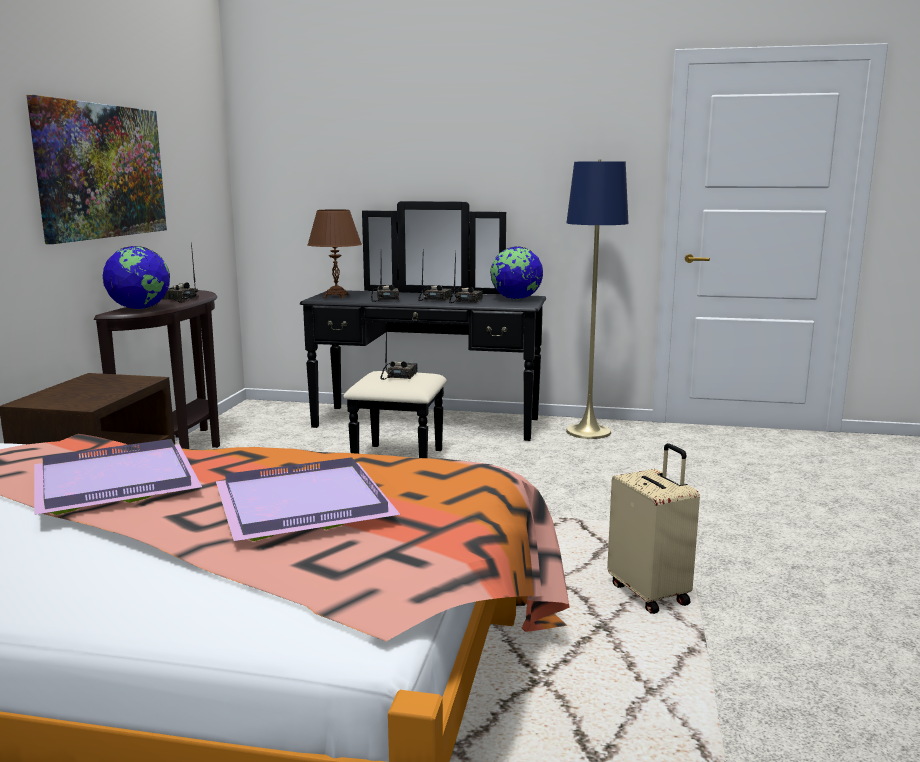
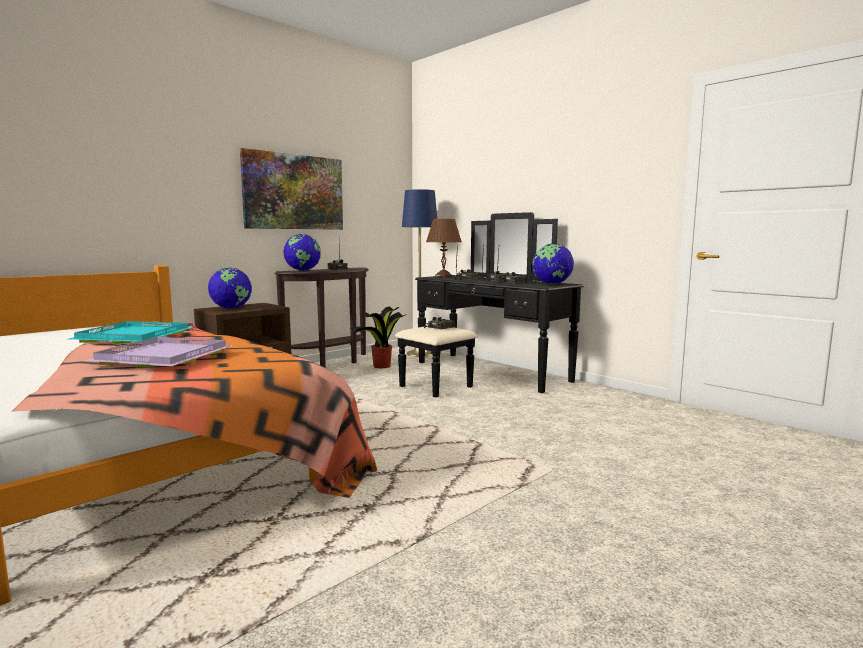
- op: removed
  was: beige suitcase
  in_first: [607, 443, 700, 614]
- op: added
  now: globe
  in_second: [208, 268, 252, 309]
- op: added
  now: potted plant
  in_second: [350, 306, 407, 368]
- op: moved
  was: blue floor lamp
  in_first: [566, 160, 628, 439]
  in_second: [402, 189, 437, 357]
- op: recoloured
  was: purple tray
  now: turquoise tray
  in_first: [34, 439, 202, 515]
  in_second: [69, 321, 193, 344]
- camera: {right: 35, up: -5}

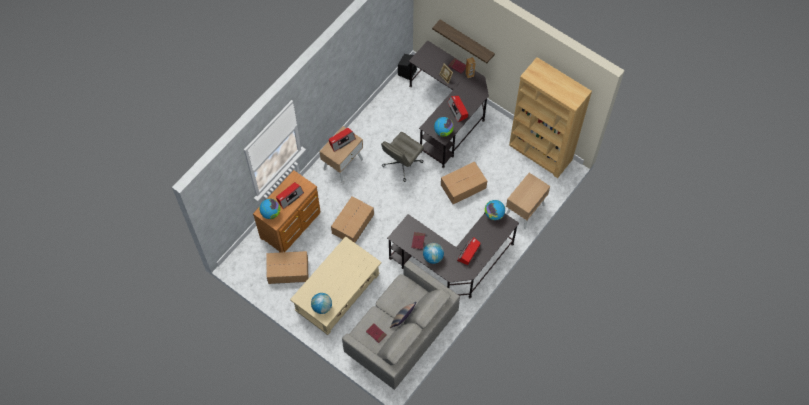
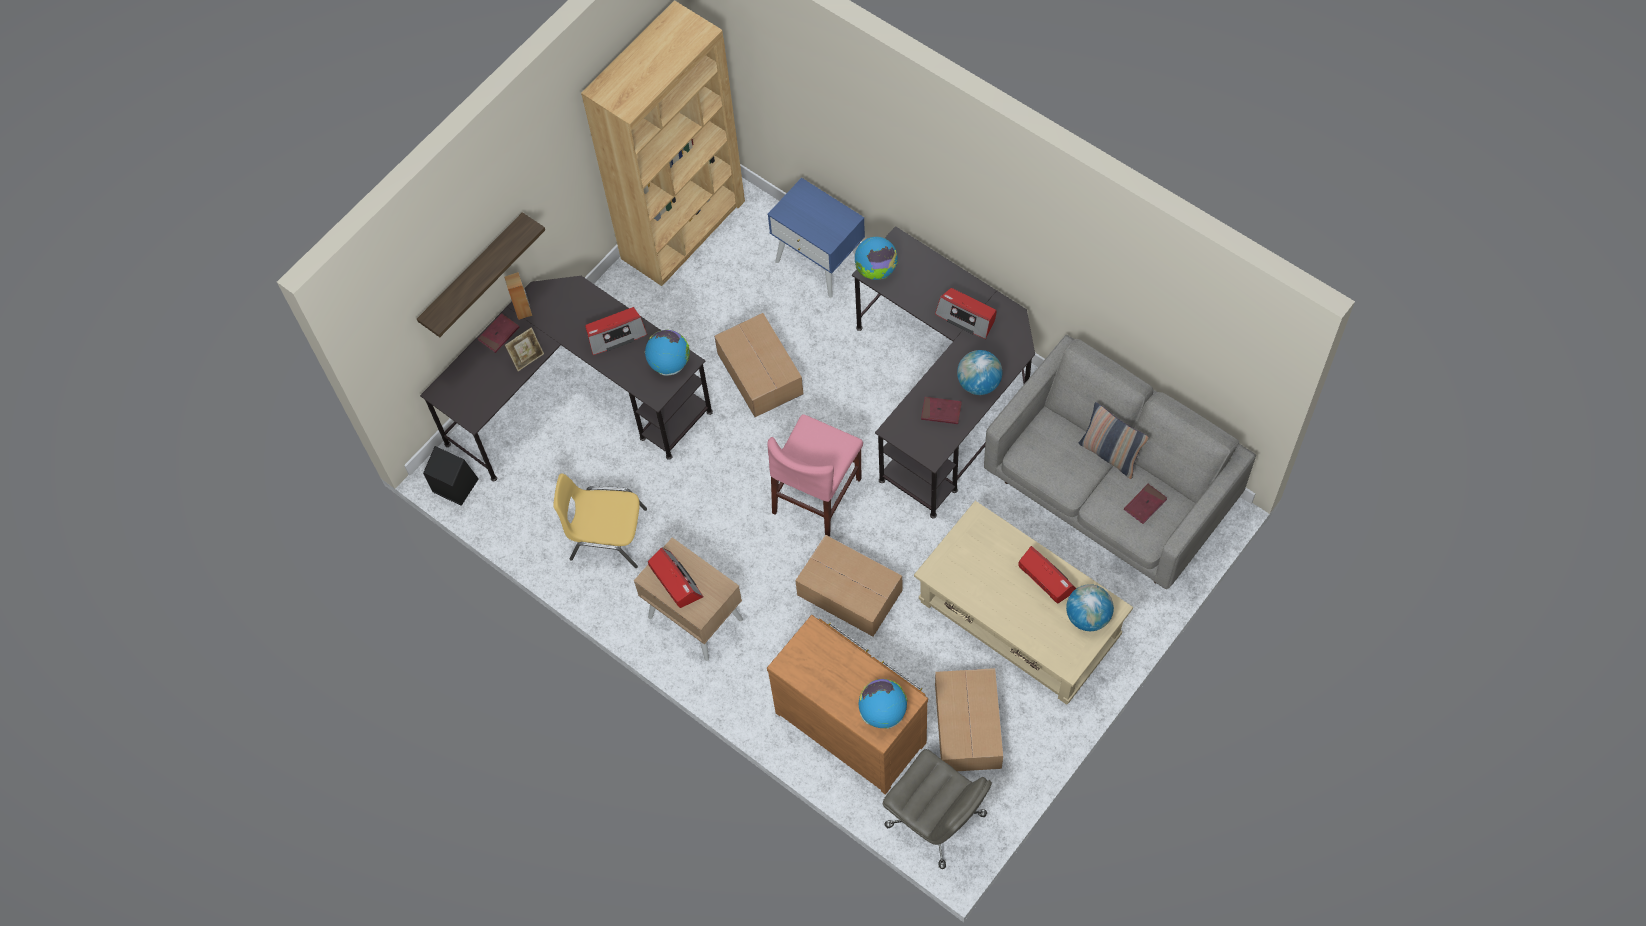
- op: added
  now: yellow chair
  in_second: [553, 474, 647, 568]
- op: added
  now: pink chair
  in_second: [767, 414, 863, 537]
- op: moved
  was: radio
  in_first: [276, 182, 304, 209]
  in_second: [1018, 546, 1076, 604]
- op: moved
  was: grey office chair
  in_first: [381, 132, 424, 182]
  in_second: [883, 749, 992, 869]
- op: recoloured
  was: beige nightstand
  now: blue nightstand
  in_first: [506, 173, 550, 229]
  in_second: [768, 178, 865, 298]
- camera: {right: -85, up: 0}

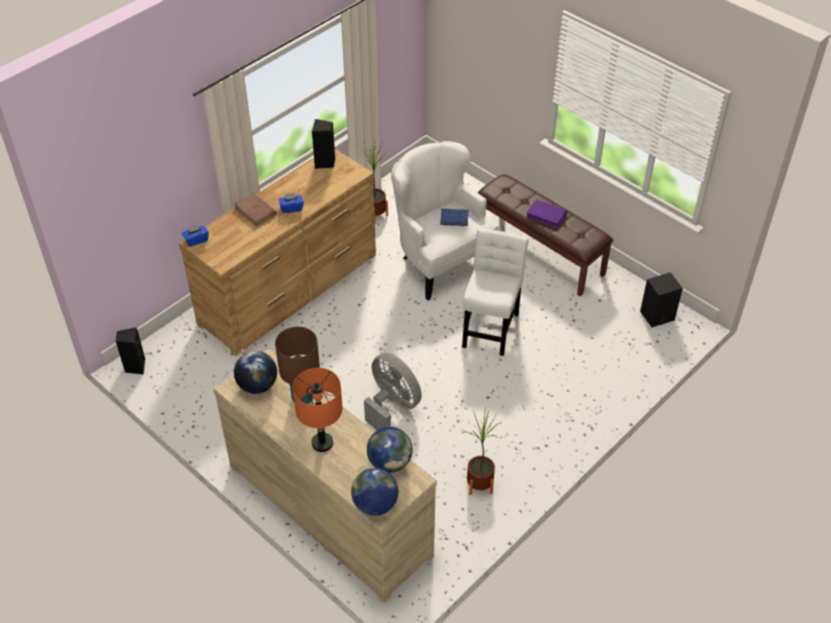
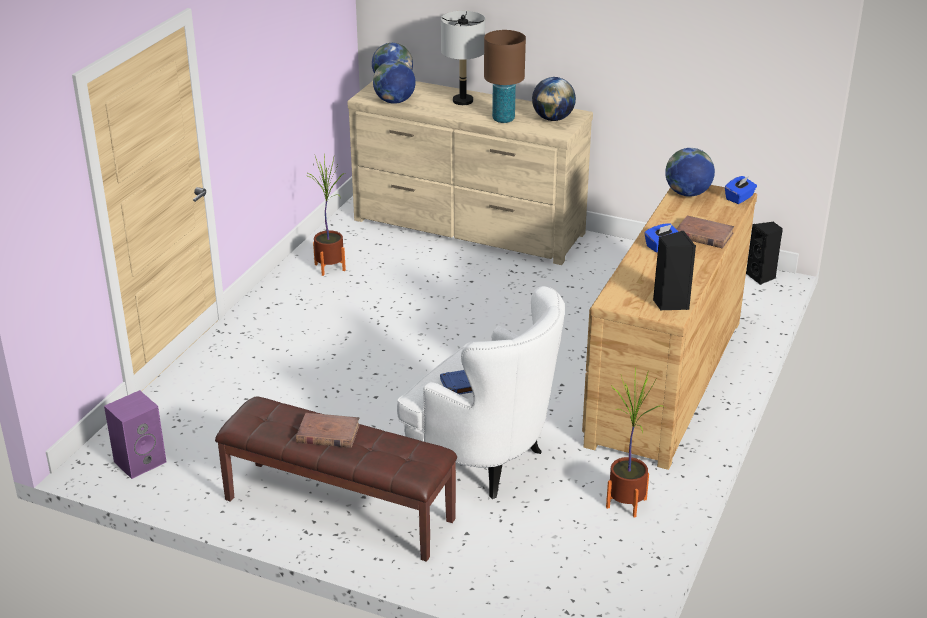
- op: removed
  was: grey fan
  in_first: [364, 353, 422, 430]
- op: removed
  was: white chair
  in_first: [462, 229, 529, 356]
- op: added
  now: globe
  in_second: [665, 148, 715, 197]
- op: recoloured
  was: orange table lamp
  now: grey table lamp
  in_first: [293, 368, 342, 452]
  in_second: [441, 11, 485, 105]
- op: recoloured
  was: purple book
  now: brown book
  in_first: [526, 199, 567, 228]
  in_second: [296, 413, 360, 448]
- op: recoloured
  was: black speaker
  now: purple speaker
  in_first: [640, 272, 683, 327]
  in_second: [104, 390, 167, 479]
- camera: {right: 160, up: -15}

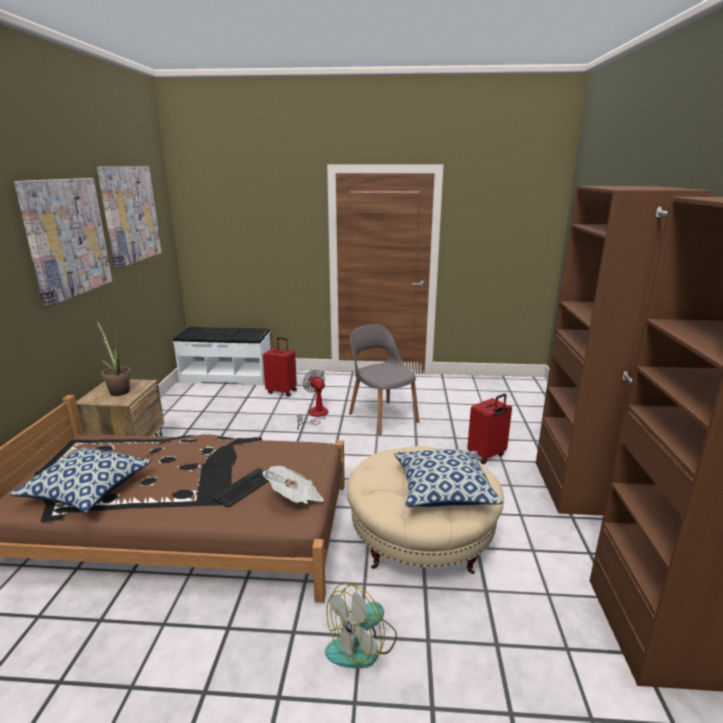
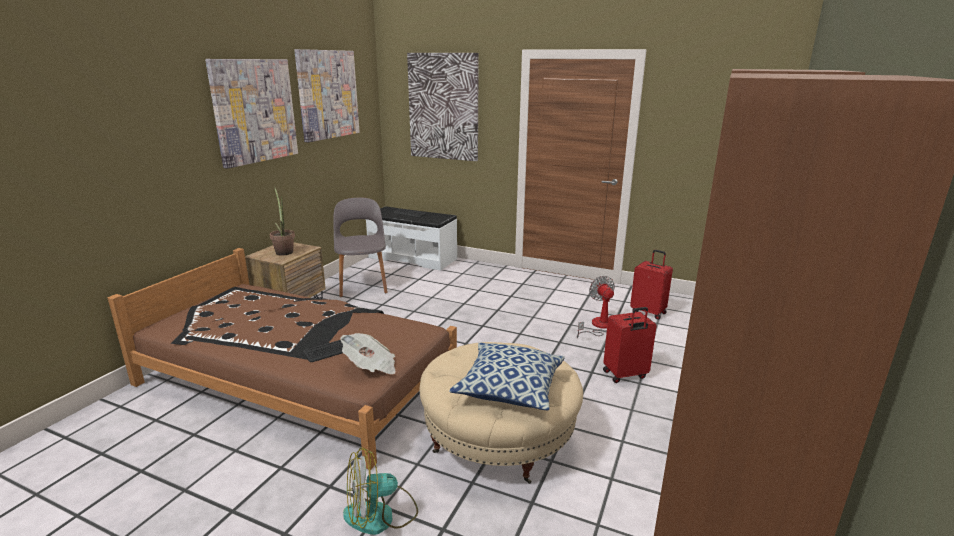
- op: removed
  was: pillow
  in_first: [9, 447, 151, 513]
- op: added
  now: picture
  in_second: [407, 53, 479, 161]
- op: moved
  was: red suitcase
  in_first: [263, 337, 297, 397]
  in_second: [630, 250, 673, 320]
- op: moved
  was: fan
  in_first: [297, 370, 328, 430]
  in_second: [577, 276, 615, 339]
- op: moved
  was: grey chair
  in_first: [349, 324, 419, 435]
  in_second: [334, 198, 388, 297]
- camera: {right: 20, up: 0}

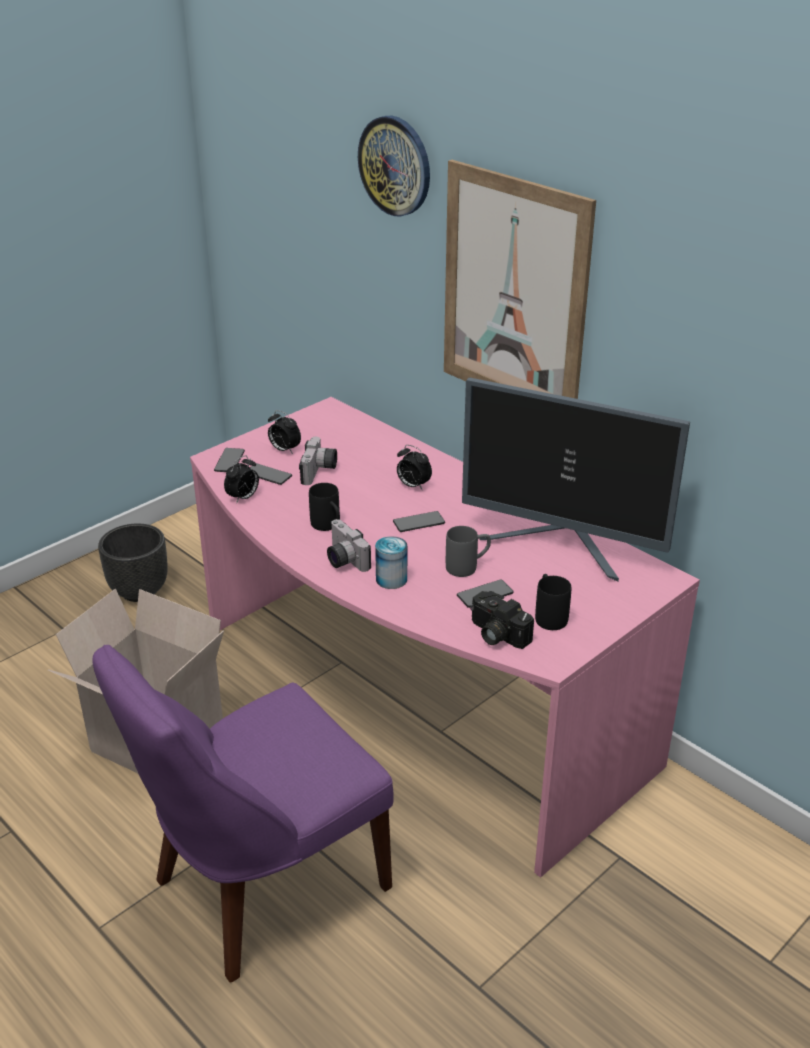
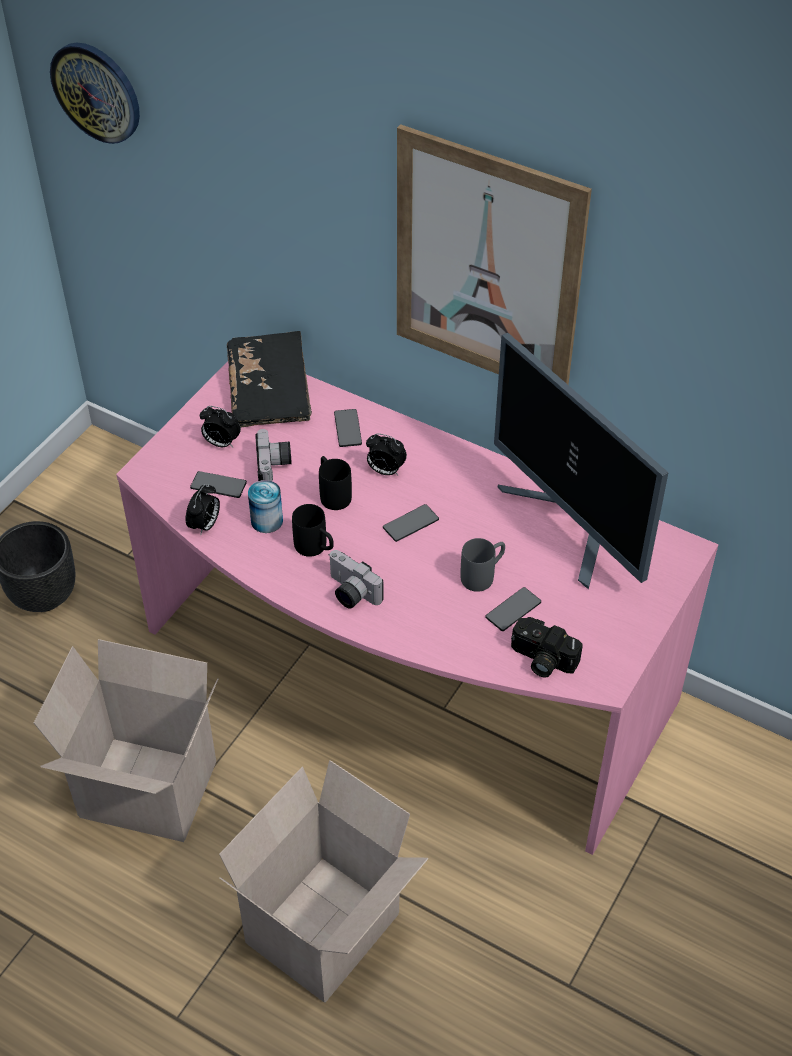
- op: added
  now: black book
  in_second: [227, 331, 312, 427]
- op: moved
  was: phone
  in_first: [214, 448, 245, 472]
  in_second: [334, 409, 362, 447]
- op: moved
  was: wall clock
  in_first: [358, 116, 430, 216]
  in_second: [50, 43, 140, 144]
- op: moved
  was: can
  in_first: [375, 536, 407, 589]
  in_second: [248, 480, 283, 533]
- op: moved
  was: black mug
  in_first: [535, 574, 571, 630]
  in_second: [319, 456, 352, 510]
- op: replaced
  was: purple chair
  now: cardboard box
  in_first: [92, 645, 394, 983]
  in_second: [219, 760, 429, 1003]
- op: turned
  was: monitor
  in_first: [462, 378, 690, 582]
  in_second: [494, 333, 668, 589]
  clockwise: 45
- camera: {right: -15, up: 15}

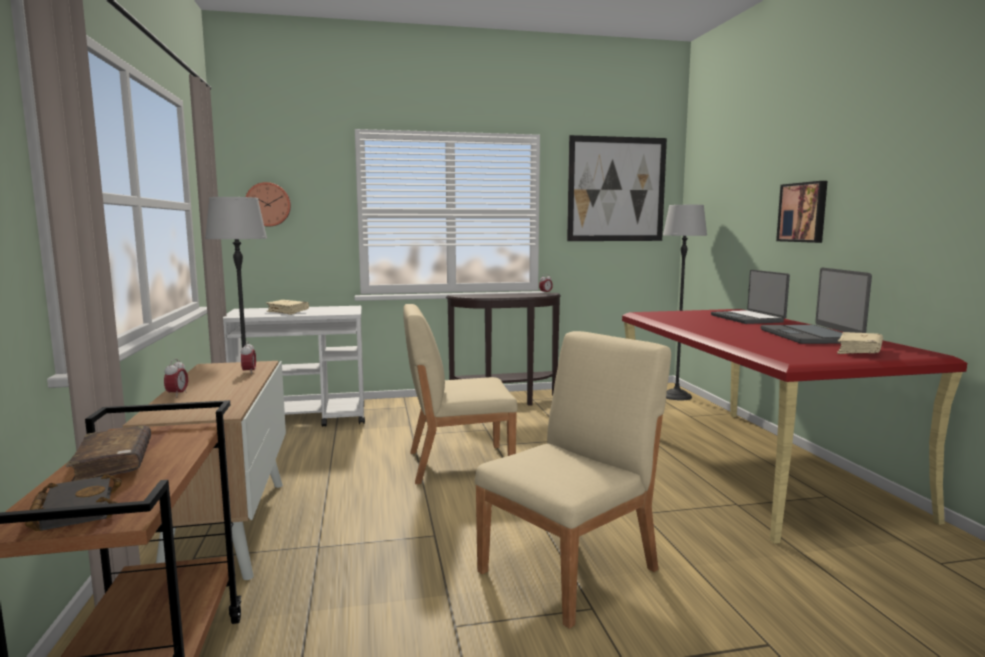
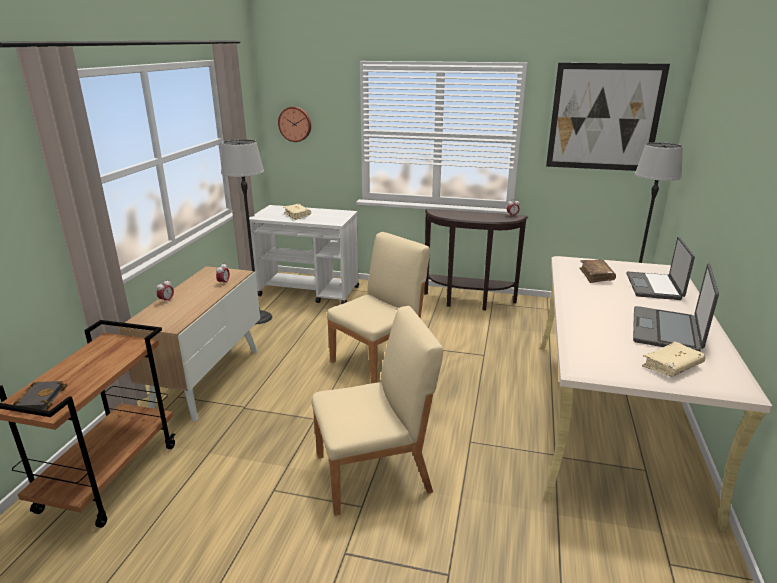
- op: removed
  was: picture
  in_first: [776, 181, 827, 243]
- op: moved
  was: brown book
  in_first: [65, 425, 151, 481]
  in_second: [580, 260, 616, 283]
- op: recoloured
  was: red desk
  now: beige desk
  in_first: [622, 309, 967, 544]
  in_second: [541, 256, 772, 531]
- op: turned
  was: beige chair
  in_first: [403, 304, 517, 484]
  in_second: [327, 232, 430, 384]
  clockwise: 120
- camera: {right: 25, up: 15}

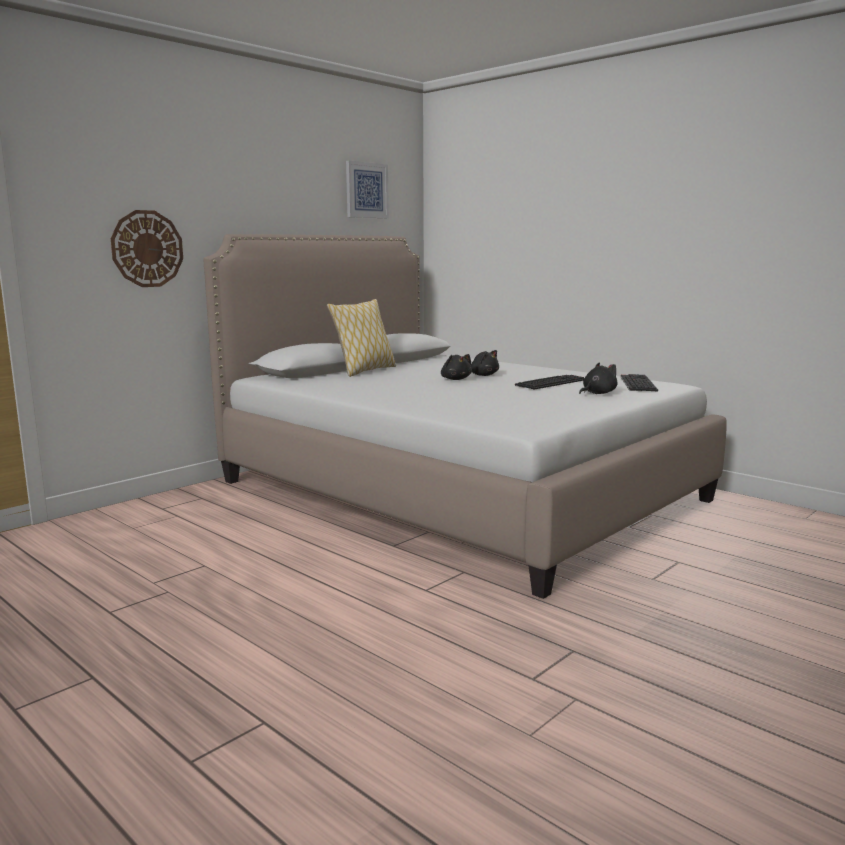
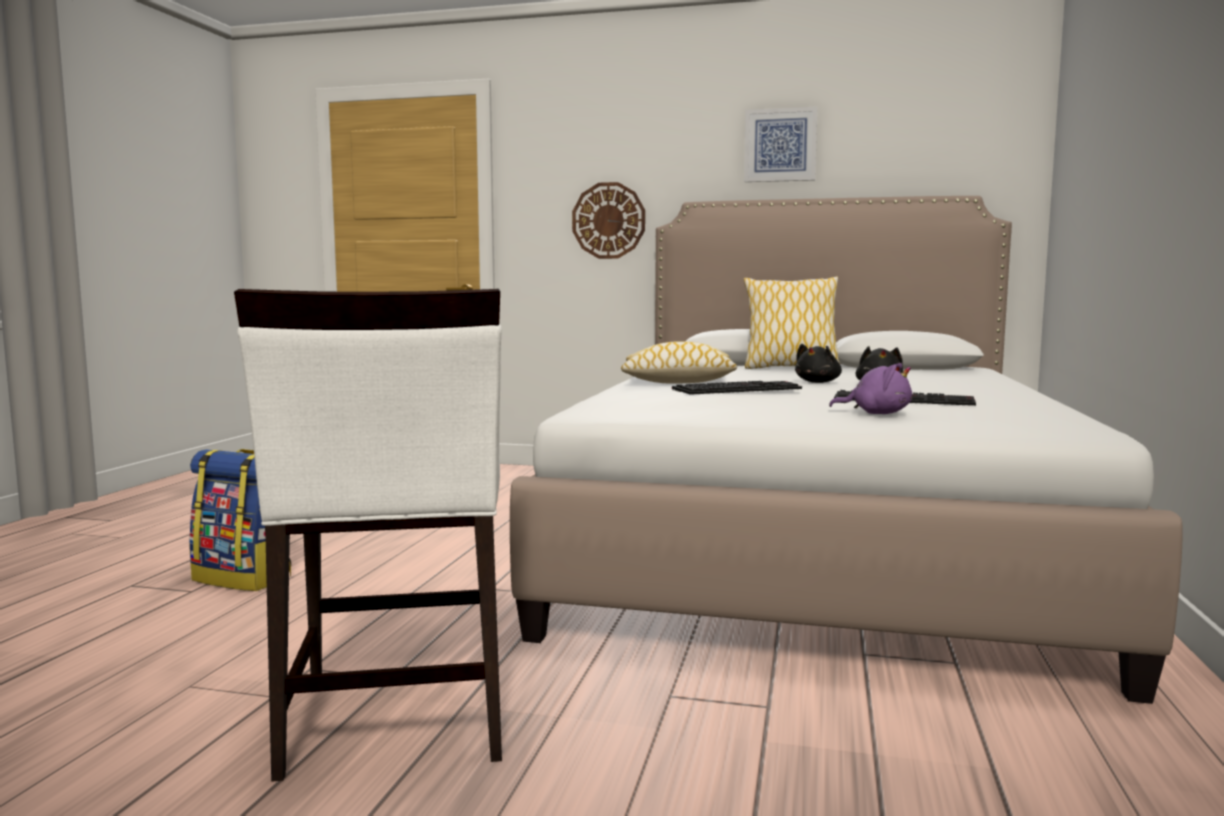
- op: added
  now: backpack
  in_second: [189, 449, 291, 591]
- op: added
  now: white chair
  in_second: [234, 289, 502, 782]
- op: added
  now: pillow
  in_second: [621, 341, 737, 383]
- op: moved
  was: picture
  in_first: [346, 161, 389, 218]
  in_second: [744, 107, 817, 182]
- op: moved
  was: keyboard
  in_first: [621, 374, 658, 391]
  in_second: [672, 381, 802, 395]
- op: recoloured
  was: black plush toy
  now: purple plush toy
  in_first: [579, 362, 617, 394]
  in_second: [829, 363, 912, 414]
- camera: {right: 60, up: -5}

